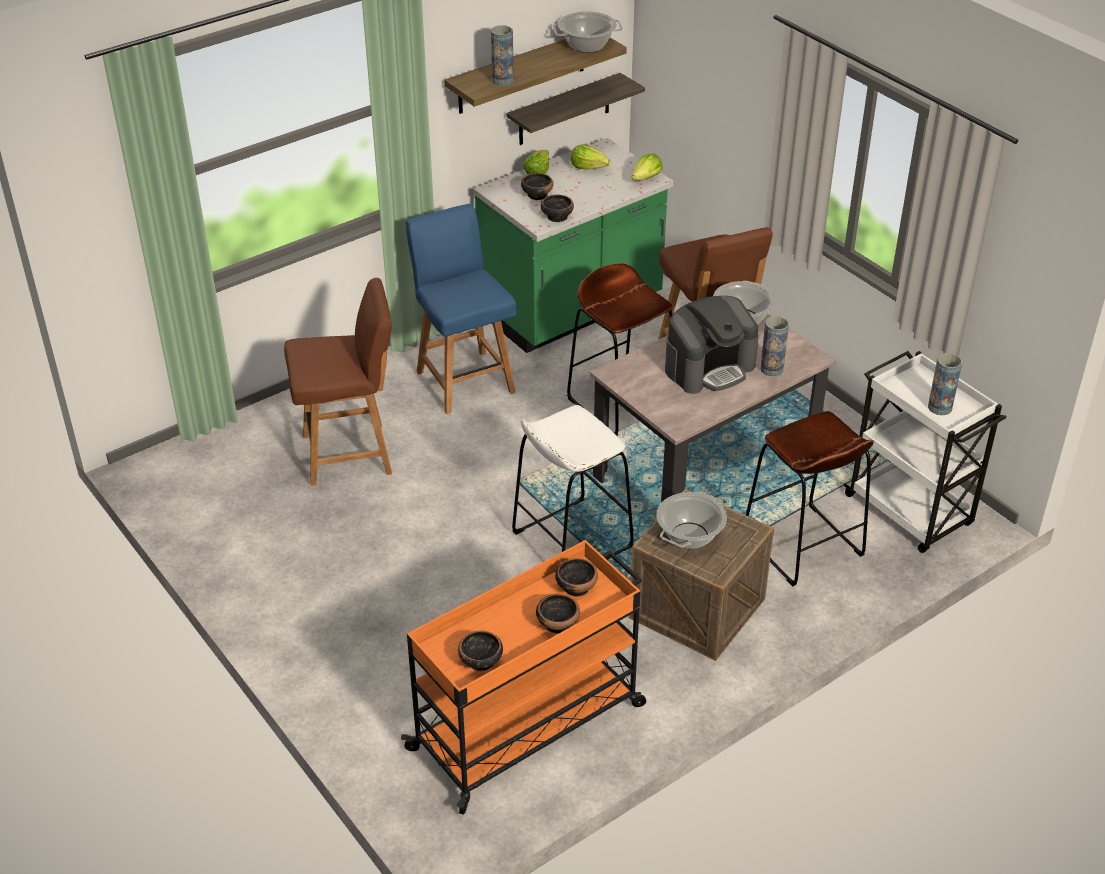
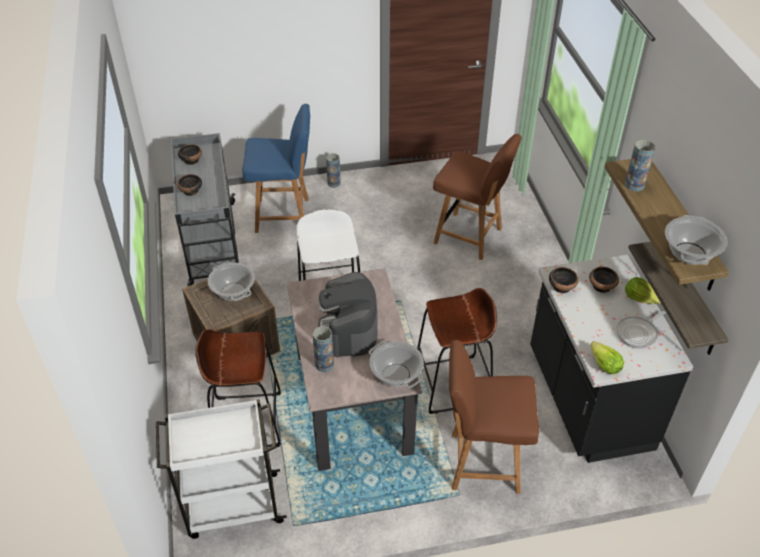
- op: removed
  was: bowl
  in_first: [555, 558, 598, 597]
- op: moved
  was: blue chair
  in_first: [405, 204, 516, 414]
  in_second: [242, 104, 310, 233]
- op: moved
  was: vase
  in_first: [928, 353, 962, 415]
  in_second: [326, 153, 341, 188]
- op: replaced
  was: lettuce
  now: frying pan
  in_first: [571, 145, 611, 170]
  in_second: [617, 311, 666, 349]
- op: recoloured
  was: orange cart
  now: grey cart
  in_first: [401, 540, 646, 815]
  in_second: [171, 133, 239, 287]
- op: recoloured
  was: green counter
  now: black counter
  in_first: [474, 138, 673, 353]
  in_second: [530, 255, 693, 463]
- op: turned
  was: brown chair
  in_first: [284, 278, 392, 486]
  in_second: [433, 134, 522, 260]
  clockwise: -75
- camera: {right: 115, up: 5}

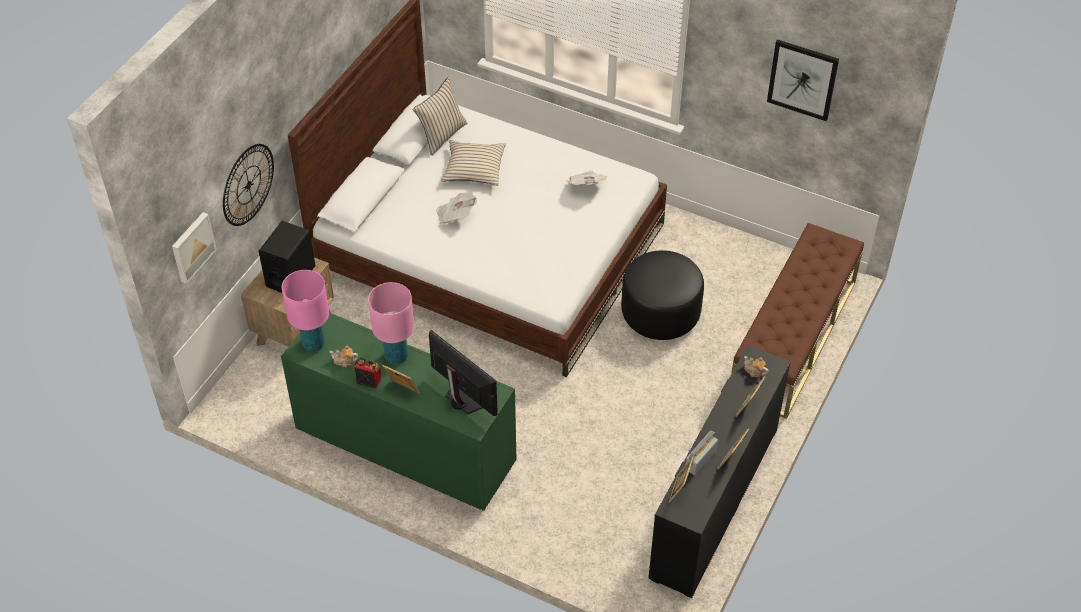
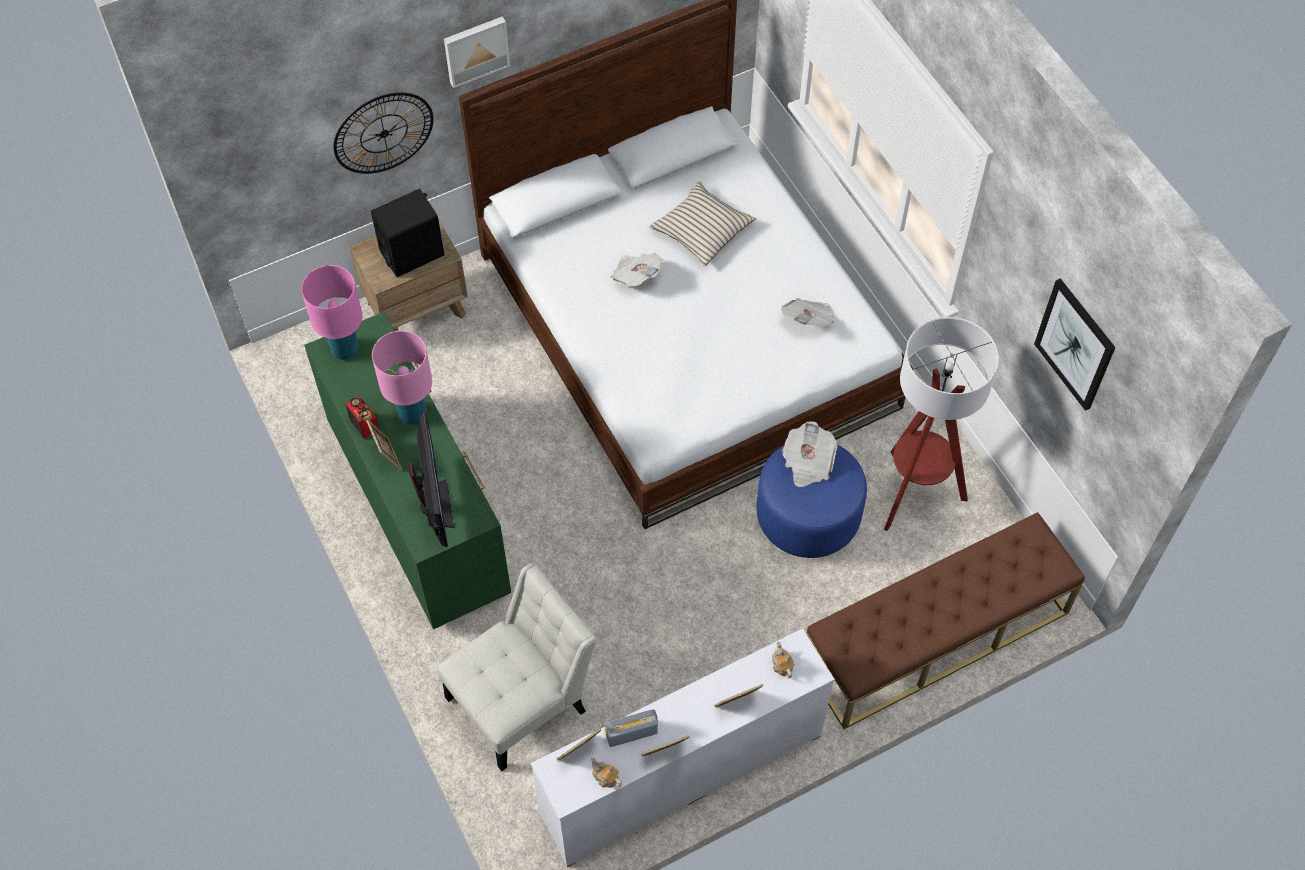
- op: removed
  was: beige pillow
  in_first: [413, 77, 467, 156]
- op: added
  now: white chair
  in_second: [437, 563, 597, 771]
- op: added
  now: newspaper
  in_second: [782, 421, 838, 487]
- op: added
  now: floor lamp
  in_second: [884, 317, 999, 531]
- op: moved
  was: picture
  in_first: [172, 212, 217, 284]
  in_second: [444, 17, 510, 88]
- op: moved
  was: teapot
  in_first: [329, 345, 358, 367]
  in_second: [591, 758, 622, 788]
- op: recoloured
  was: black ottoman
  now: blue ottoman
  in_first: [621, 250, 704, 340]
  in_second: [756, 444, 867, 558]
- op: recoloured
  was: black dresser
  now: white dresser
  in_first: [649, 345, 791, 598]
  in_second: [531, 628, 835, 867]
- camera: {right: 35, up: 10}

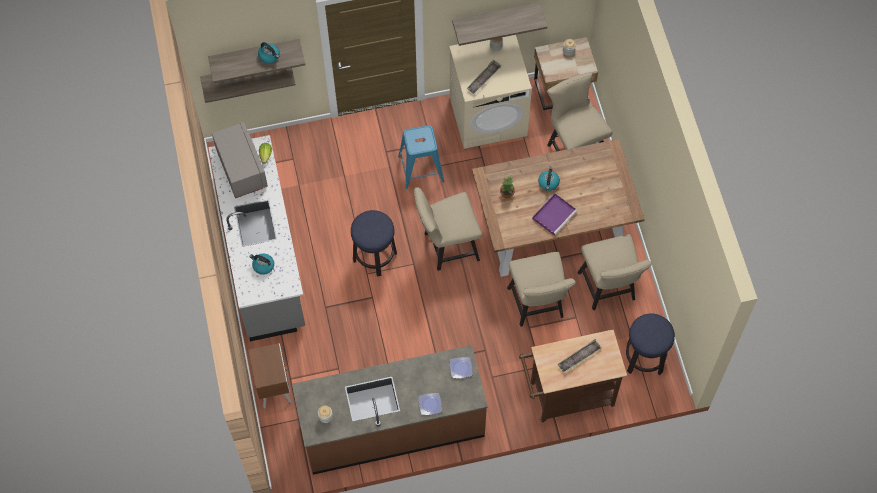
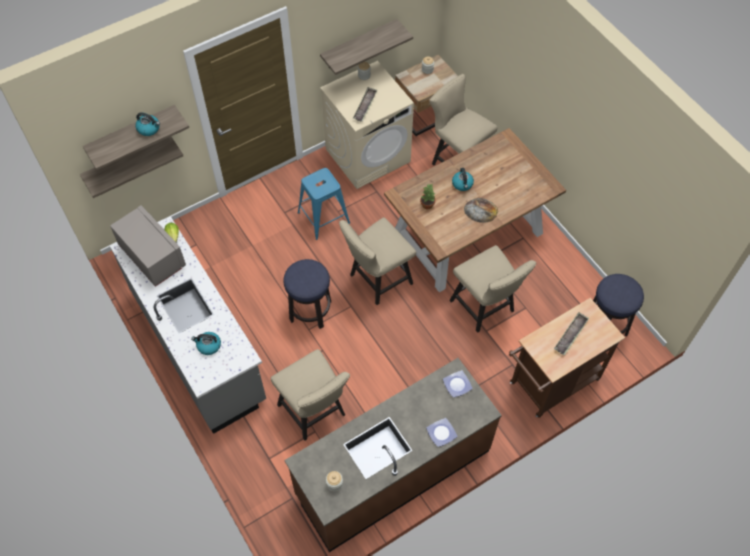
- op: removed
  was: brown nightstand
  in_first: [249, 343, 291, 408]
- op: moved
  was: beige chair
  in_first: [577, 234, 652, 310]
  in_second: [270, 349, 350, 440]
- op: replaced
  was: purple tray
  now: bread
  in_first: [532, 194, 577, 236]
  in_second: [464, 198, 498, 223]
- camera: {right: -20, up: -5}

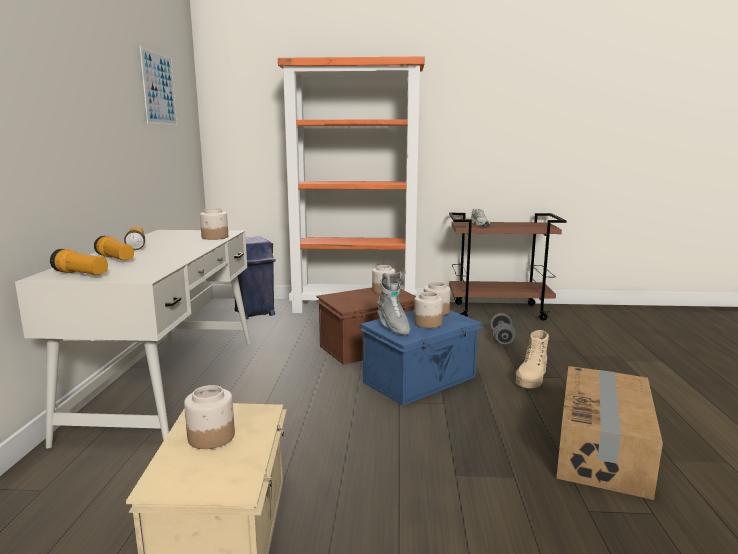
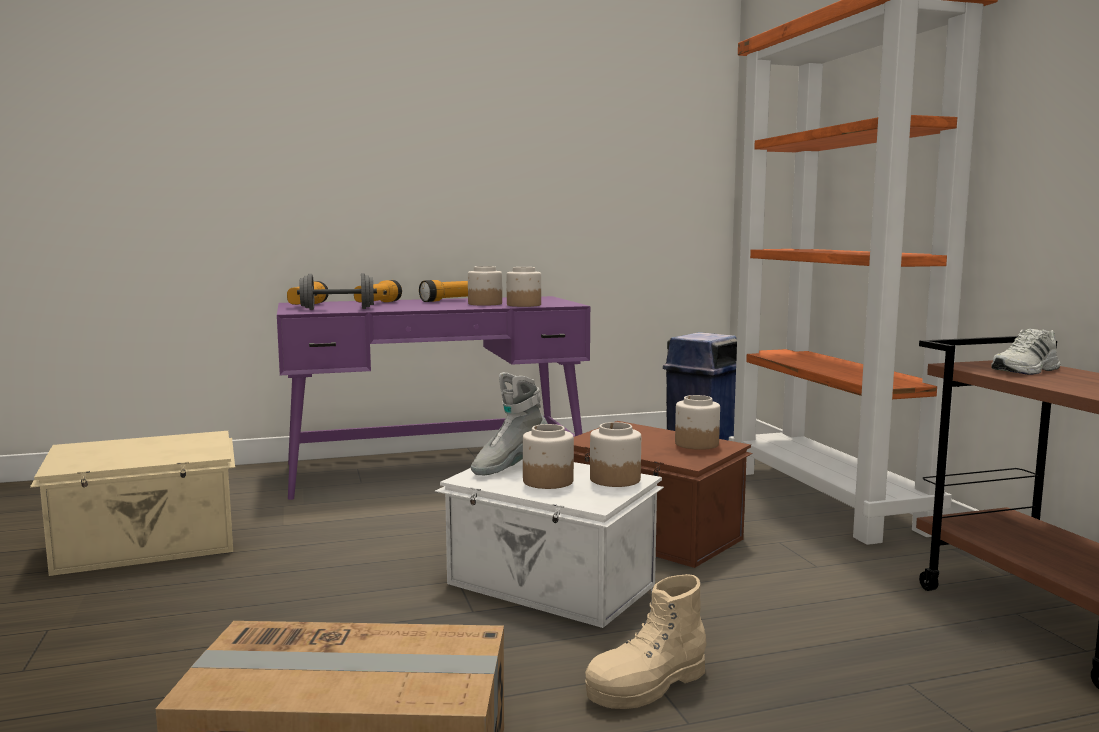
- op: removed
  was: picture
  in_first: [140, 46, 178, 126]
- op: moved
  was: jar
  in_first: [184, 385, 235, 449]
  in_second: [468, 266, 502, 306]
- op: moved
  was: grey dumbbell
  in_first: [490, 313, 516, 345]
  in_second: [297, 273, 377, 310]
- op: recoloured
  was: white desk
  now: purple desk
  in_first: [15, 230, 251, 449]
  in_second: [277, 296, 590, 500]
- op: recoloured
  was: blue storage box
  now: white storage box
  in_first: [359, 310, 484, 406]
  in_second: [435, 459, 664, 628]
- op: turned
  was: beige boot
  in_first: [516, 330, 549, 388]
  in_second: [585, 574, 707, 709]
  clockwise: -45
- camera: {right: 70, up: -5}

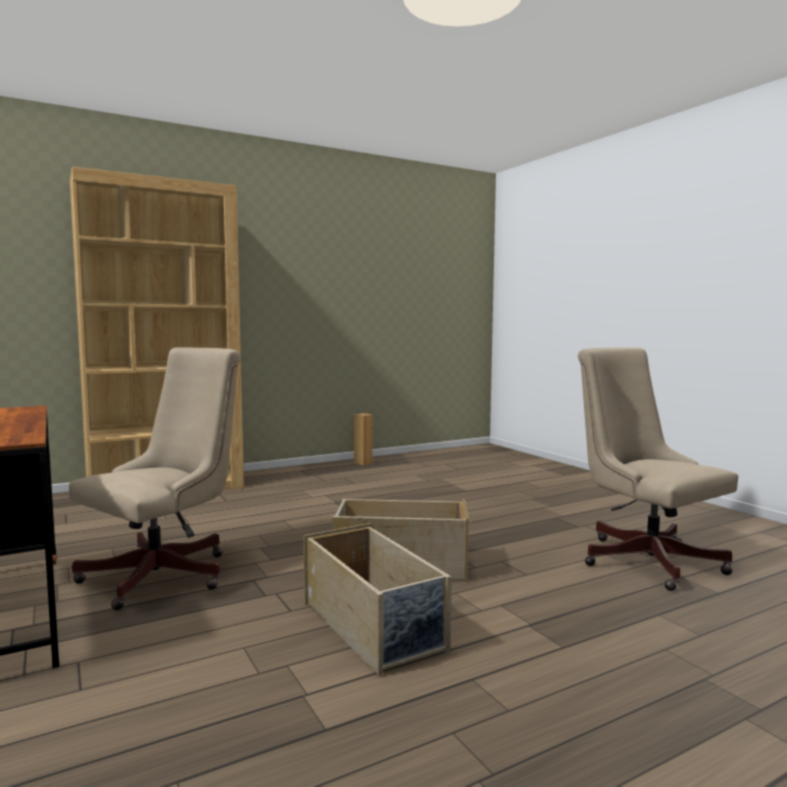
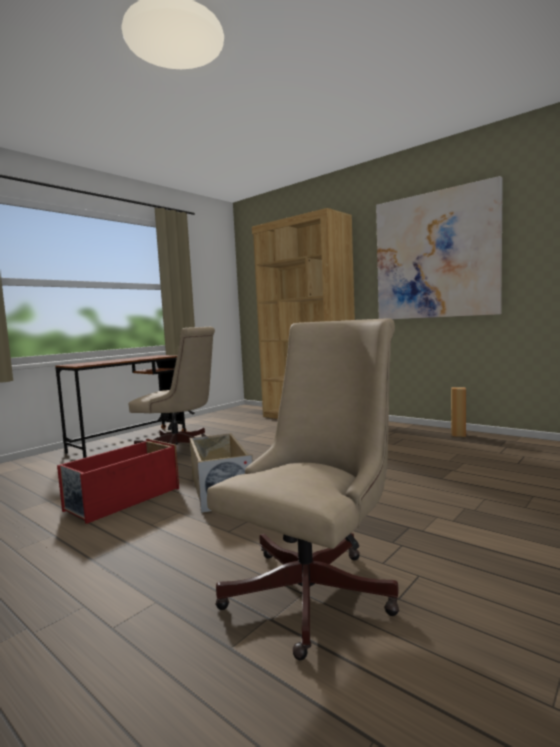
- op: added
  now: picture
  in_second: [376, 176, 503, 319]
- op: recoloured
  was: beige storage box
  now: red storage box
  in_first: [304, 523, 452, 676]
  in_second: [57, 439, 179, 524]
- camera: {right: 70, up: 0}

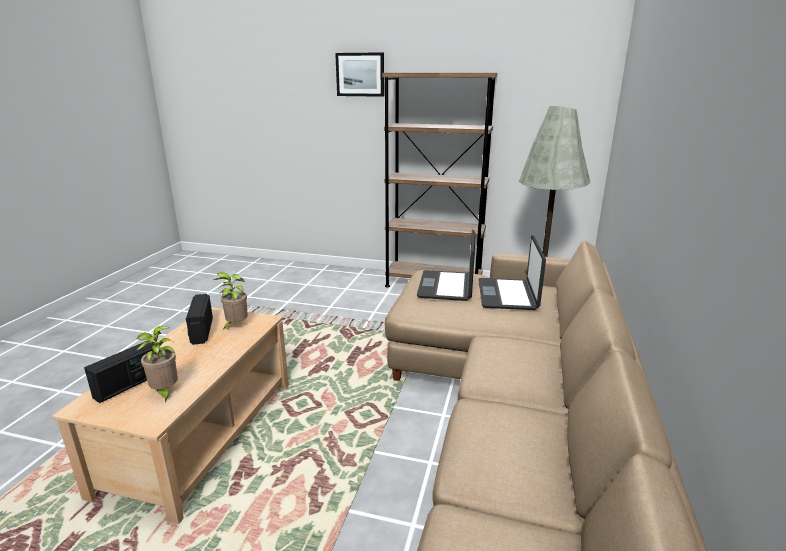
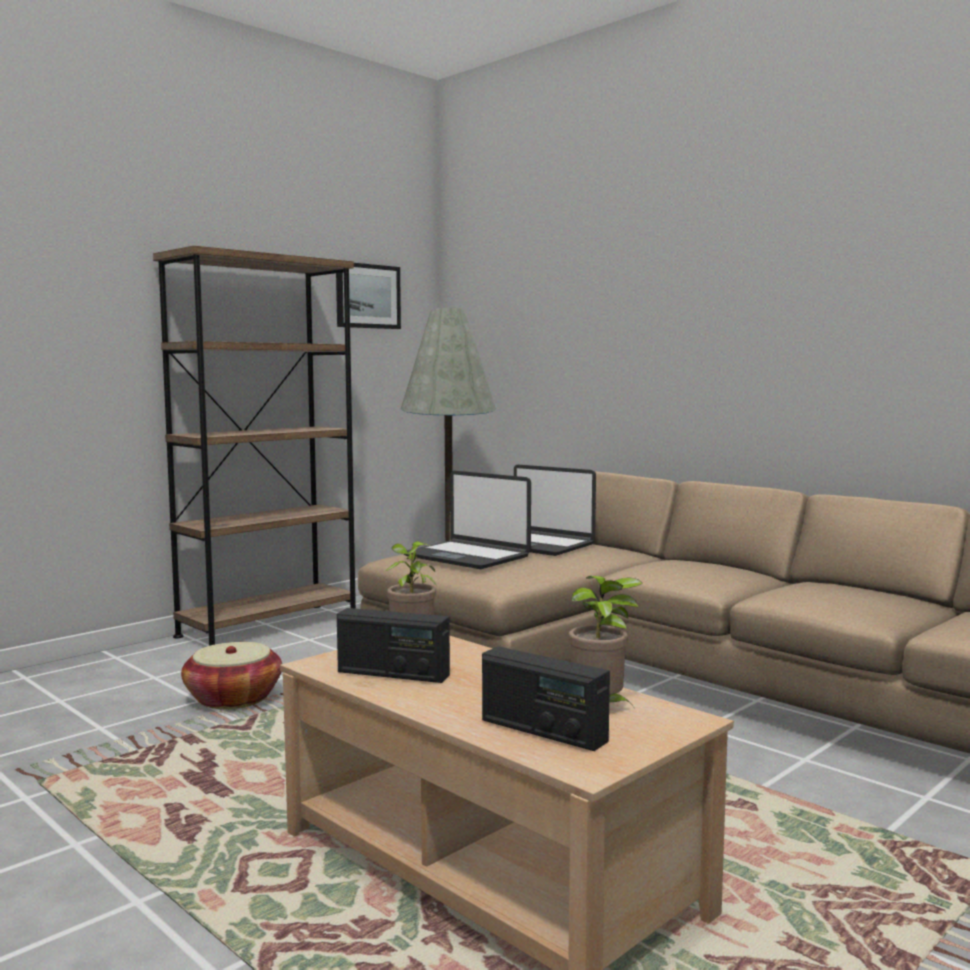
- op: added
  now: basket
  in_second: [181, 642, 282, 709]
- op: moved
  was: picture
  in_first: [335, 52, 384, 97]
  in_second: [336, 263, 401, 329]
- op: turned
  was: radio
  in_first: [84, 340, 155, 403]
  in_second: [482, 646, 610, 751]
  clockwise: 150
- camera: {right: -60, up: -15}

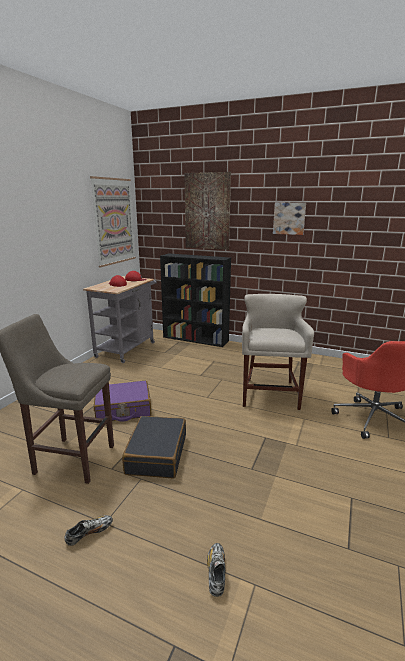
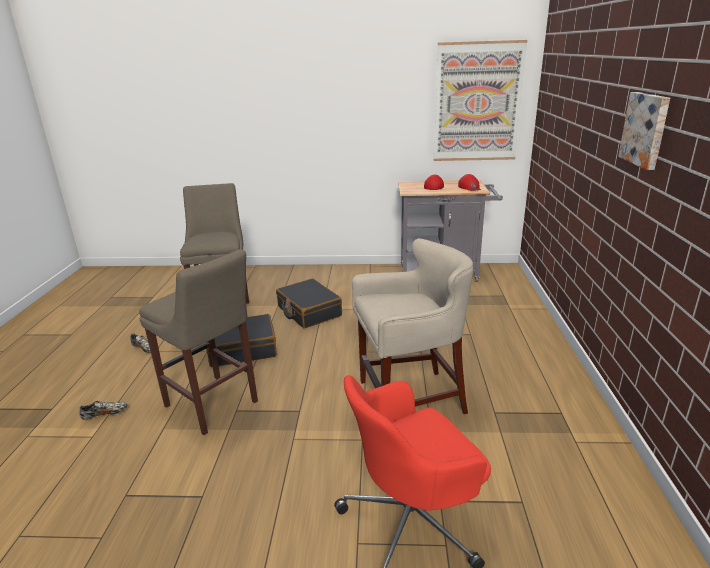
- op: removed
  was: black bookcase
  in_first: [160, 254, 231, 347]
- op: removed
  was: picture
  in_first: [185, 172, 231, 250]
- op: added
  now: beige stool
  in_second: [139, 249, 258, 435]
- op: recoloured
  was: purple suitcase
  now: black suitcase
  in_first: [94, 381, 152, 422]
  in_second: [276, 278, 342, 329]
- camera: {right: 70, up: 5}

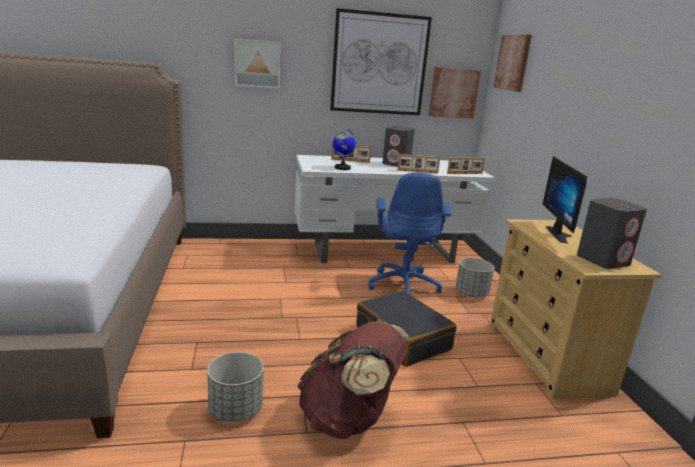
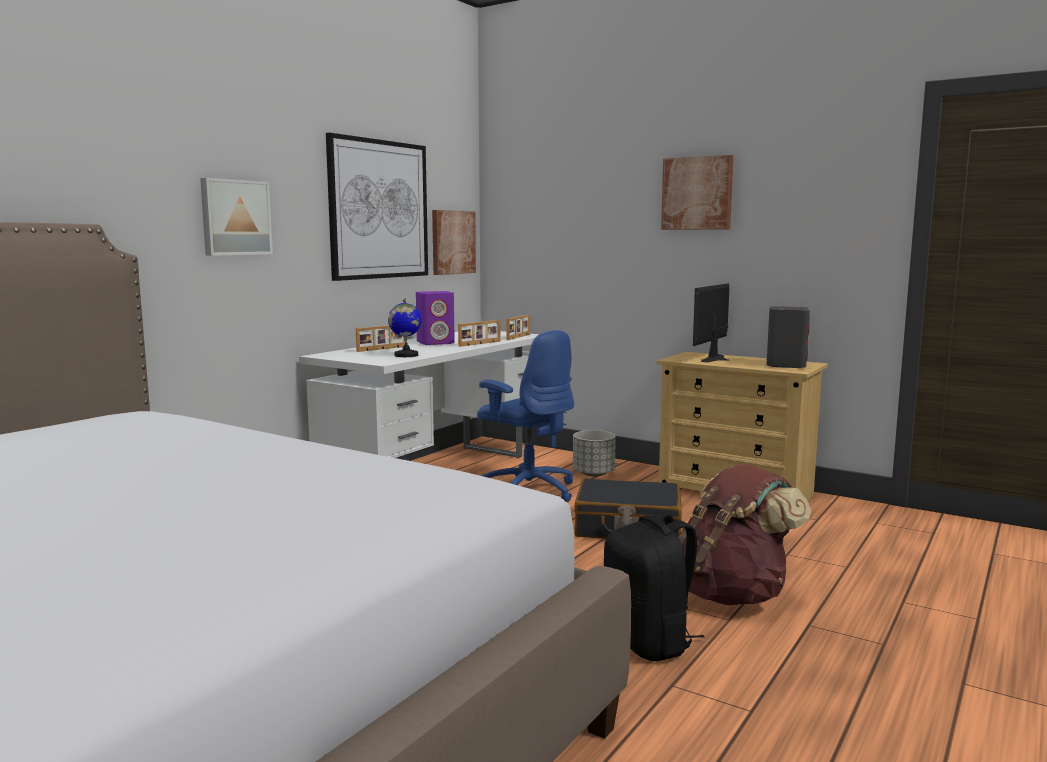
- op: moved
  was: picture
  in_first: [494, 35, 532, 92]
  in_second: [661, 155, 734, 230]
- op: replaced
  was: grey planter
  now: black backpack
  in_first: [207, 352, 264, 422]
  in_second: [604, 511, 705, 661]
- op: recoloured
  was: grey speaker
  now: purple speaker
  in_first: [382, 126, 415, 167]
  in_second: [416, 291, 455, 345]
- op: turned
  was: monitor
  in_first: [543, 156, 587, 243]
  in_second: [693, 283, 729, 362]
  clockwise: 75
- camera: {right: -45, up: -10}

